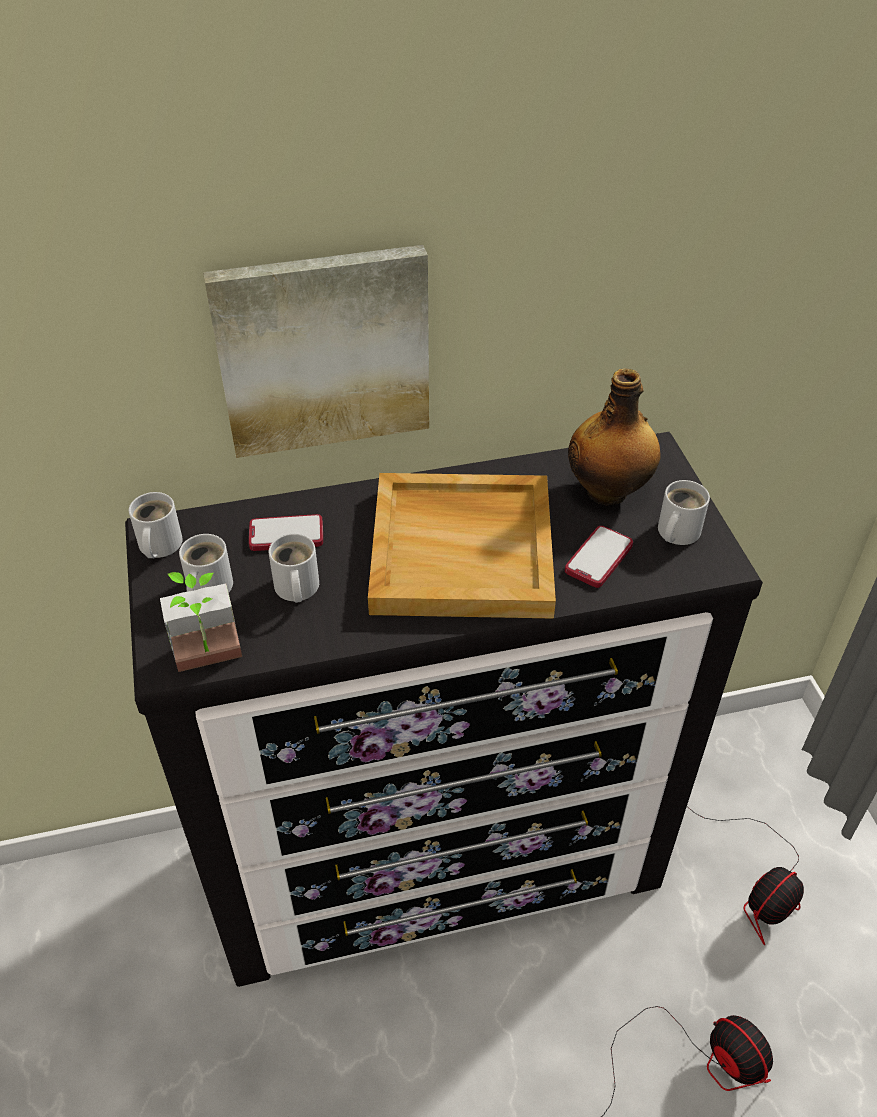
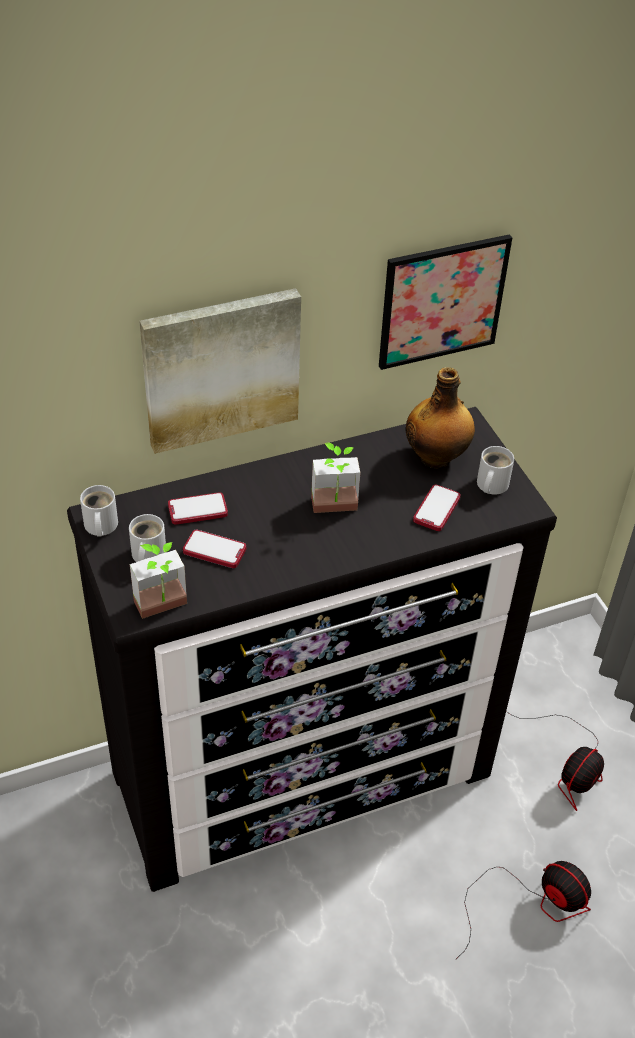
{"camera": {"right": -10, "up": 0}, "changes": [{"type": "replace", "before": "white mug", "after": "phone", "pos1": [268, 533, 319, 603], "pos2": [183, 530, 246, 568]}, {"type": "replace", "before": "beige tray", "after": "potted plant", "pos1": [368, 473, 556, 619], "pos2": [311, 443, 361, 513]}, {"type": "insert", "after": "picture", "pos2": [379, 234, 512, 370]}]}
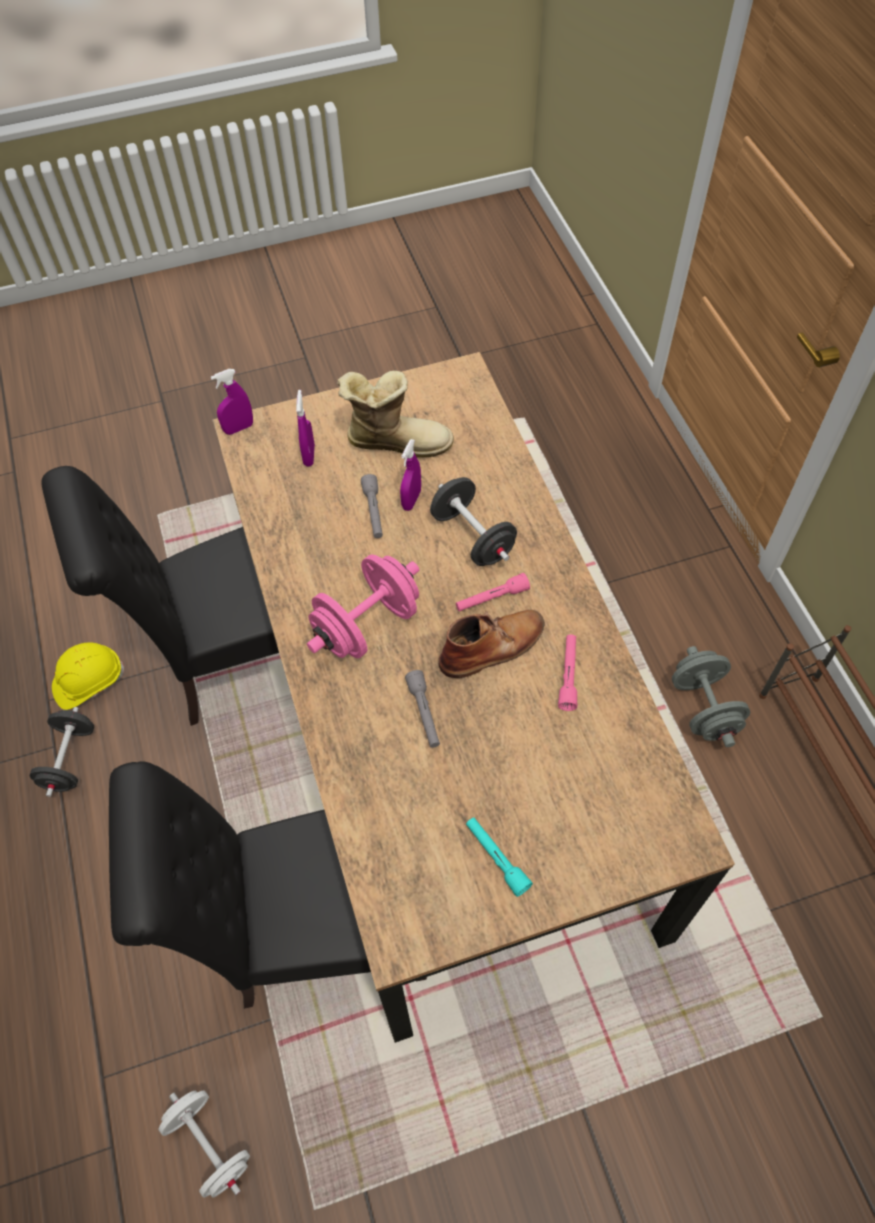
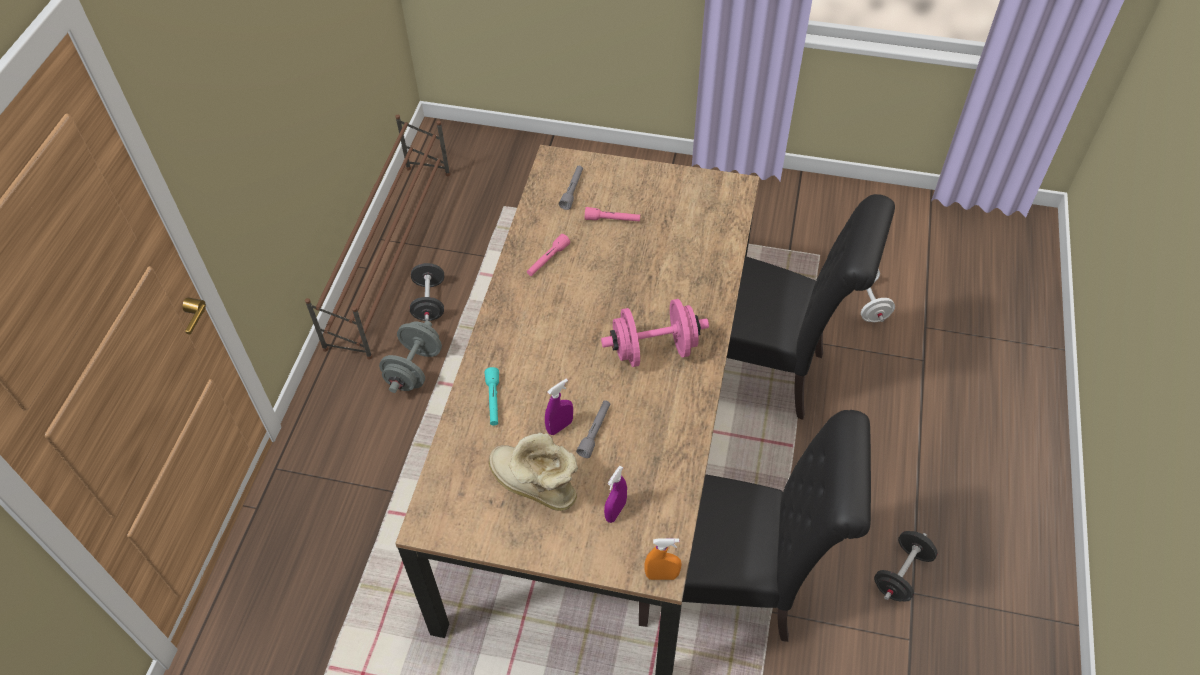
{"camera": {"right": -150, "up": -5}, "changes": [{"type": "move", "before": "black dumbbell", "pos1": [430, 477, 517, 566], "pos2": [410, 263, 444, 321]}, {"type": "move", "before": "turquoise flashlight", "pos1": [466, 818, 533, 897], "pos2": [485, 367, 499, 425]}, {"type": "move", "before": "grey flashlight", "pos1": [405, 670, 440, 748], "pos2": [559, 166, 583, 210]}, {"type": "move", "before": "pink flashlight", "pos1": [456, 573, 530, 611], "pos2": [585, 207, 640, 222]}, {"type": "recolor", "before": "purple spray bottle", "after": "orange spray bottle", "pos1": [211, 369, 253, 435], "pos2": [644, 538, 682, 580]}, {"type": "delete", "before": "yellow hard hat", "pos1": [52, 642, 124, 710]}, {"type": "delete", "before": "brown boot", "pos1": [439, 610, 545, 678]}]}
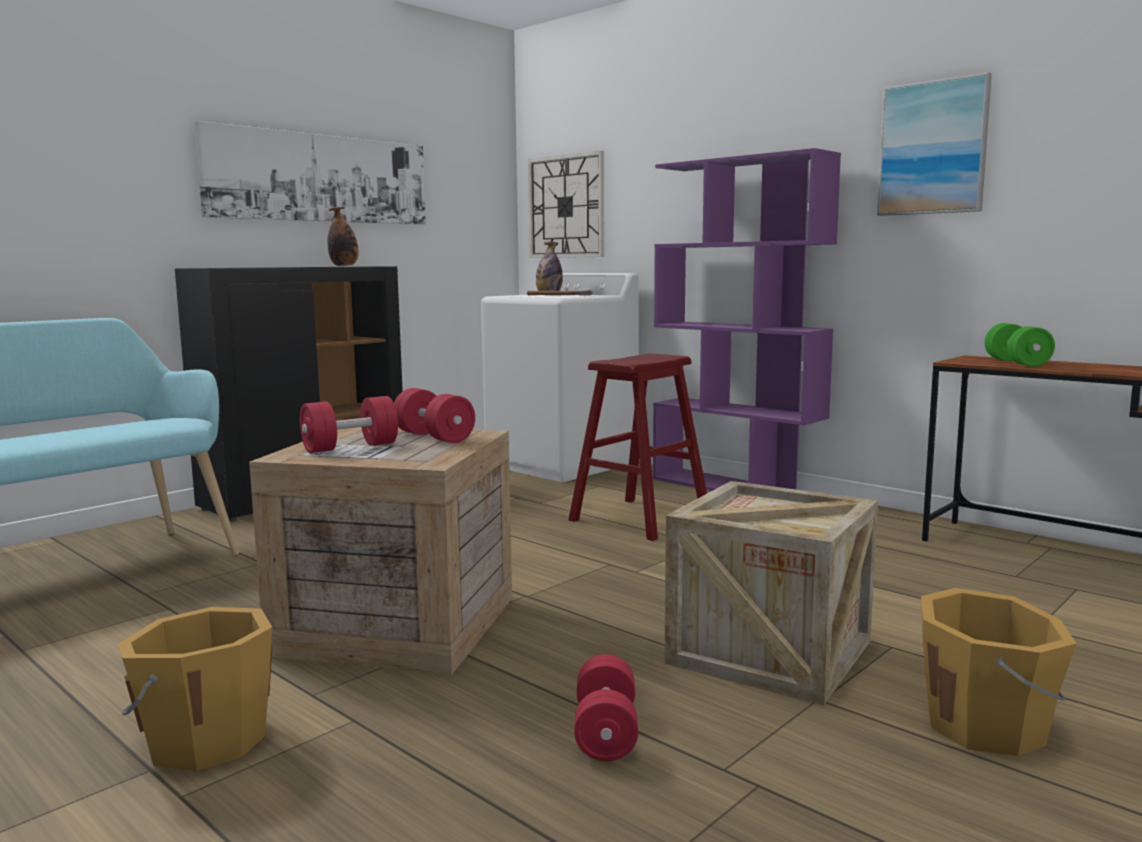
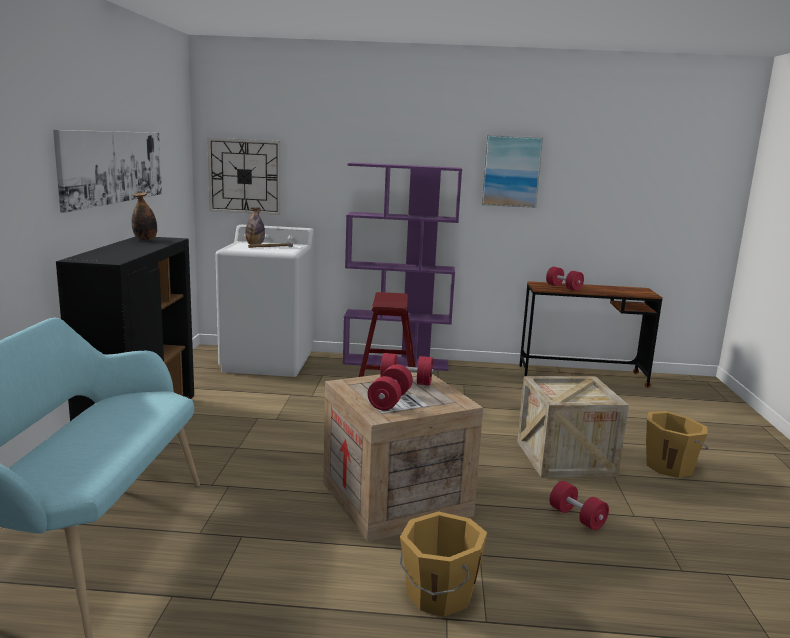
{"camera": {"right": -40, "up": 5}, "changes": [{"type": "recolor", "before": "green dumbbell", "after": "red dumbbell", "pos1": [985, 323, 1055, 367], "pos2": [546, 267, 584, 291]}]}
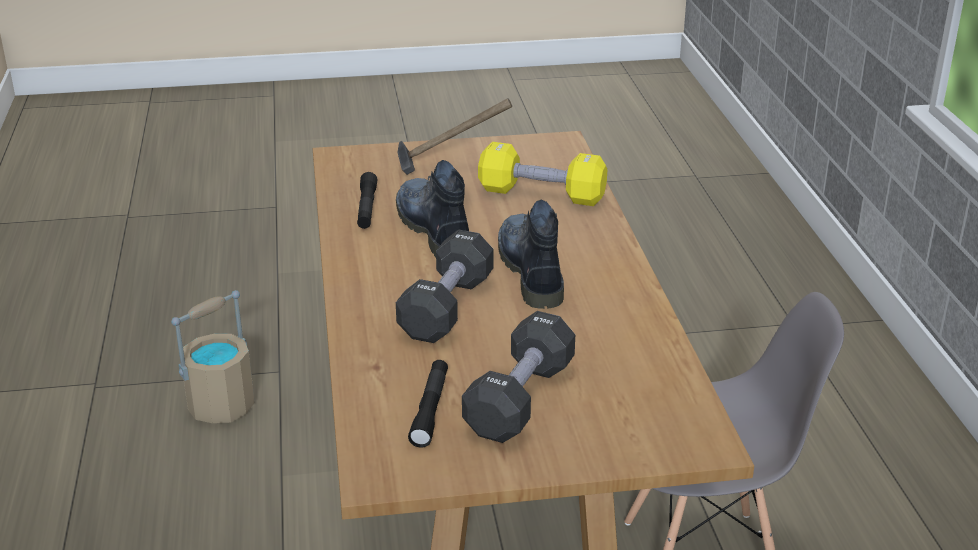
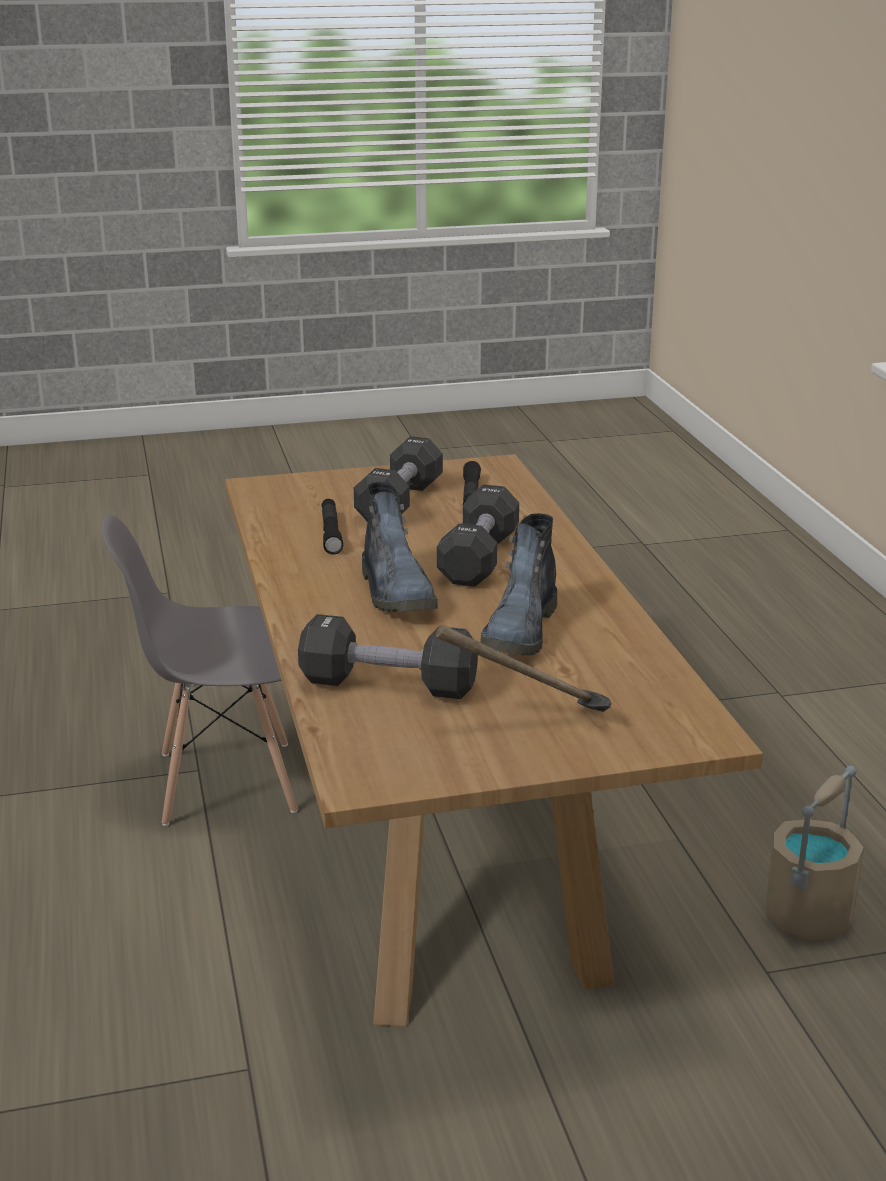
{"camera": {"right": 175, "up": -5}, "changes": [{"type": "recolor", "before": "yellow dumbbell", "after": "black dumbbell", "pos1": [478, 142, 607, 206], "pos2": [298, 614, 478, 699]}, {"type": "move", "before": "black flashlight", "pos1": [357, 172, 378, 229], "pos2": [322, 499, 343, 555]}, {"type": "rotate", "before": "boot", "pos1": [396, 160, 469, 257], "pos2": [480, 513, 557, 656], "turn": 45}]}
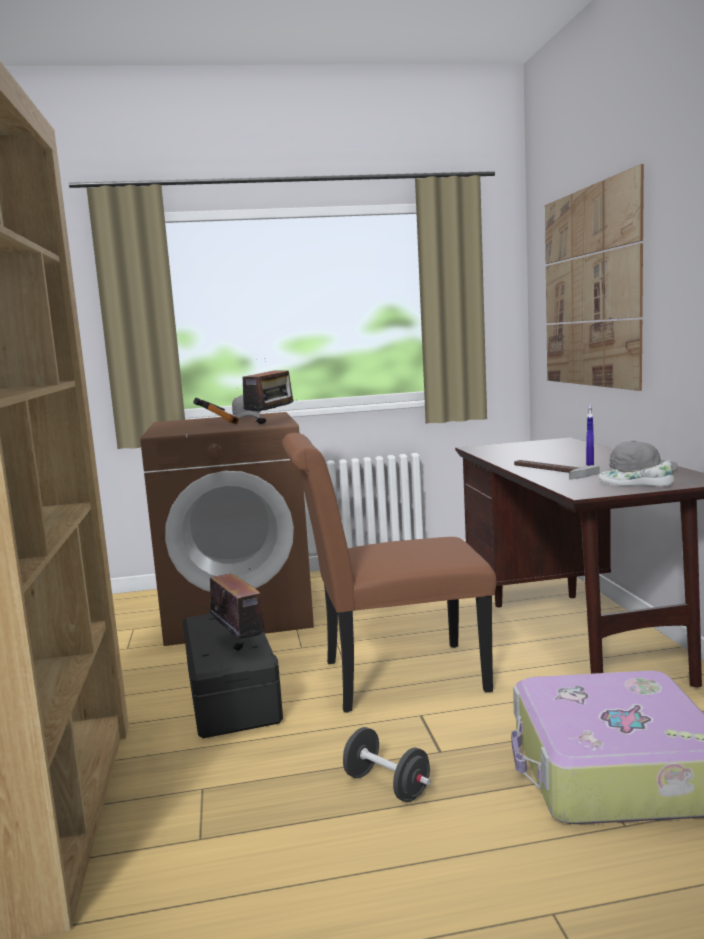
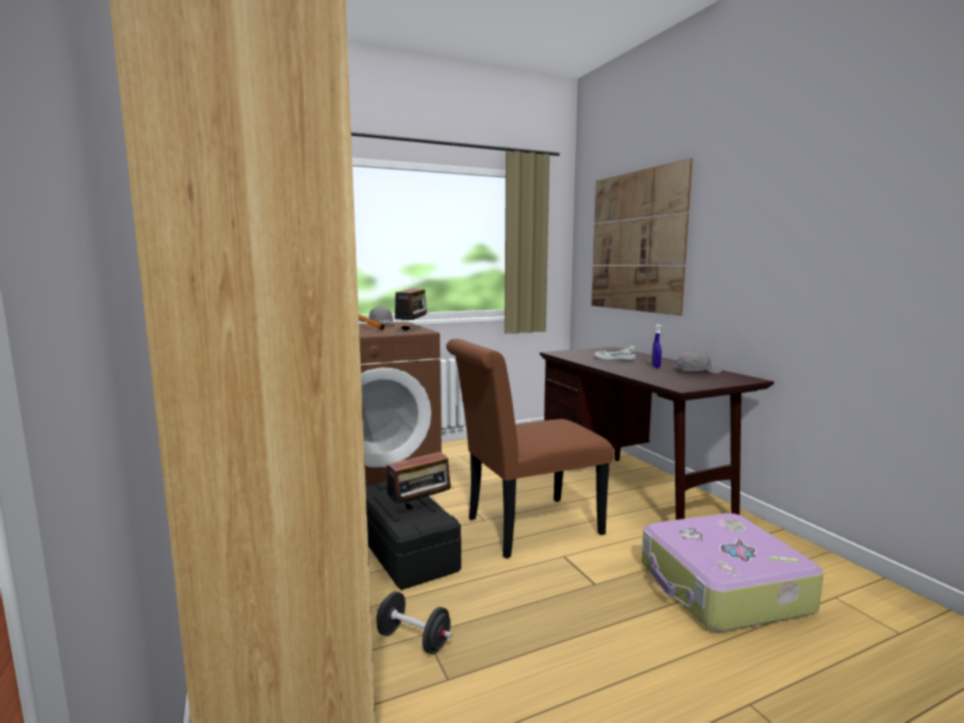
{"camera": {"right": -15, "up": 0}, "changes": [{"type": "move", "before": "black dumbbell", "pos1": [343, 727, 430, 802], "pos2": [376, 591, 453, 654]}, {"type": "rotate", "before": "radio", "pos1": [206, 568, 268, 651], "pos2": [387, 451, 454, 509], "turn": 105}, {"type": "move", "before": "white shoe", "pos1": [598, 460, 674, 487], "pos2": [594, 345, 636, 360]}, {"type": "delete", "before": "hammer", "pos1": [514, 460, 600, 479]}]}
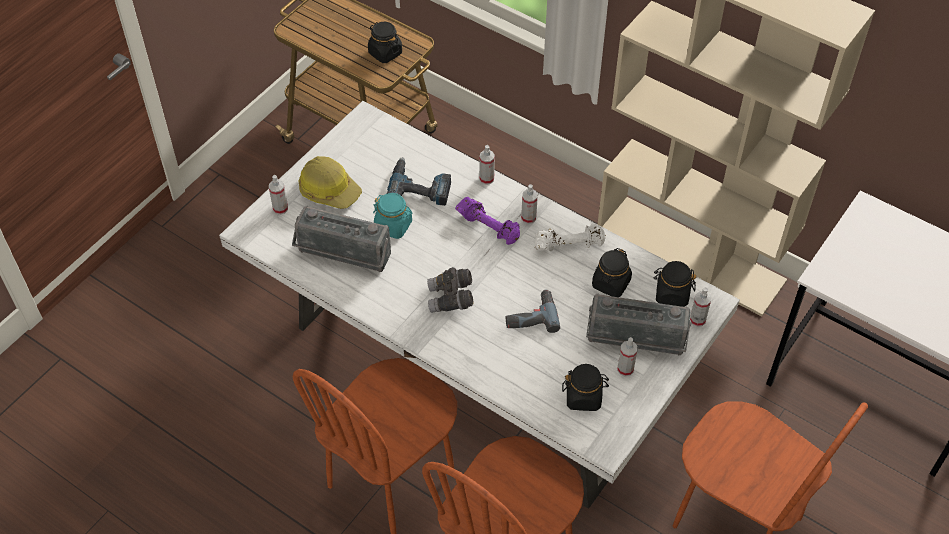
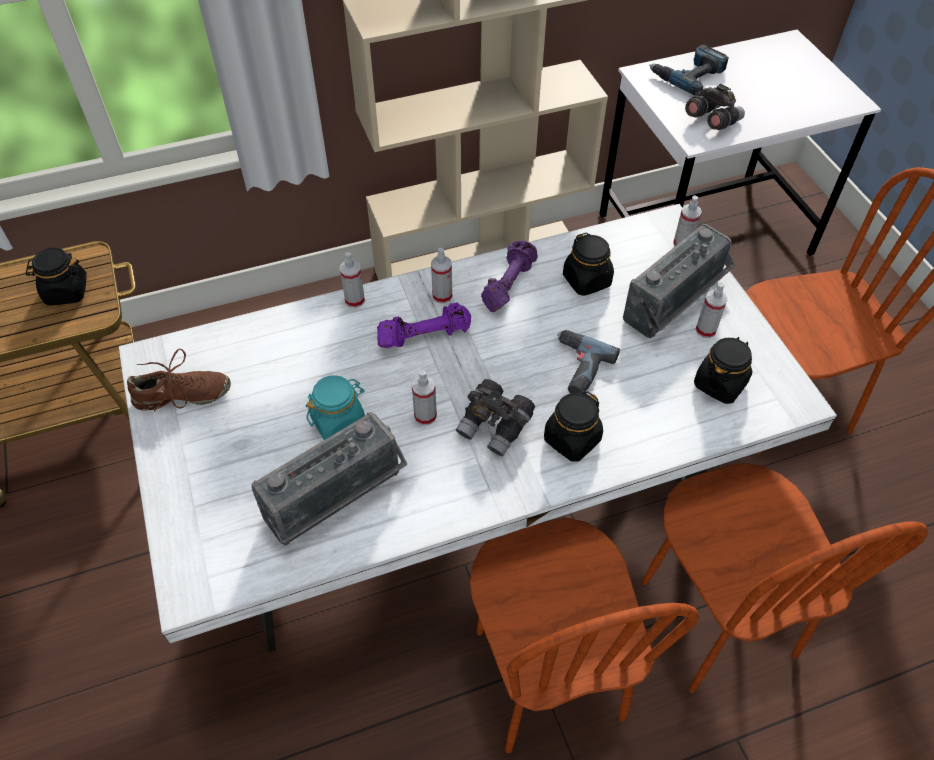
{"camera": {"right": -55, "up": 0}, "changes": [{"type": "insert", "after": "brown shoe", "pos2": [127, 349, 231, 412]}, {"type": "move", "before": "spray bottle", "pos1": [269, 175, 288, 215], "pos2": [412, 370, 437, 425]}, {"type": "recolor", "before": "white dumbbell", "after": "purple dumbbell", "pos1": [535, 224, 606, 251], "pos2": [481, 241, 538, 312]}, {"type": "move", "before": "black jar", "pos1": [654, 261, 696, 307], "pos2": [544, 391, 603, 461]}, {"type": "move", "before": "power drill", "pos1": [386, 157, 451, 206], "pos2": [649, 45, 729, 95]}, {"type": "insert", "after": "grey binoculars", "pos2": [685, 83, 745, 130]}, {"type": "delete", "before": "hard hat", "pos1": [299, 156, 362, 209]}]}
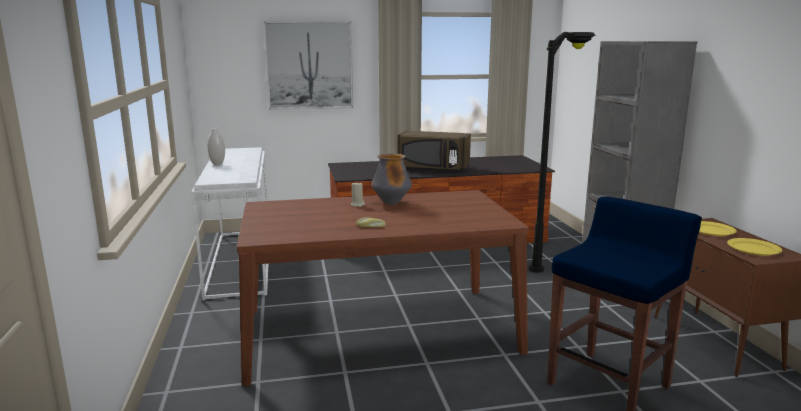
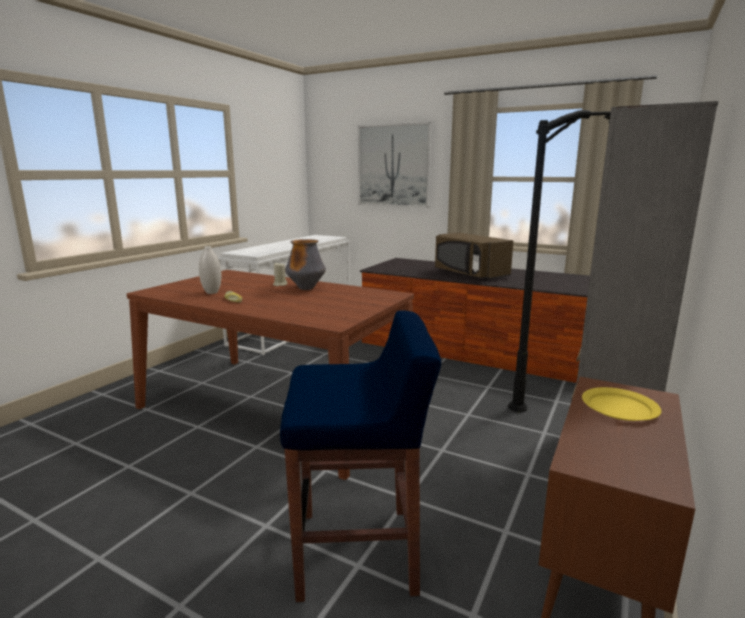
{"camera": {"right": 40, "up": 0}, "changes": [{"type": "move", "before": "white vase", "pos1": [207, 128, 225, 165], "pos2": [199, 246, 221, 294]}, {"type": "delete", "before": "yellow plate", "pos1": [727, 238, 782, 256]}]}
